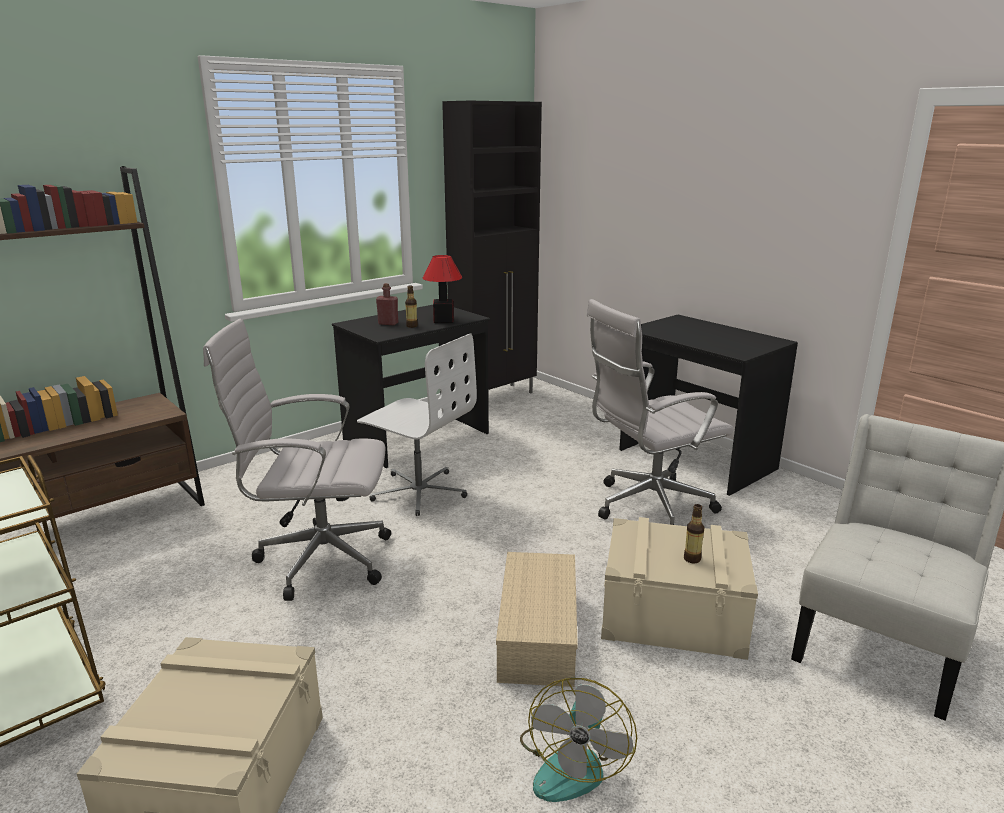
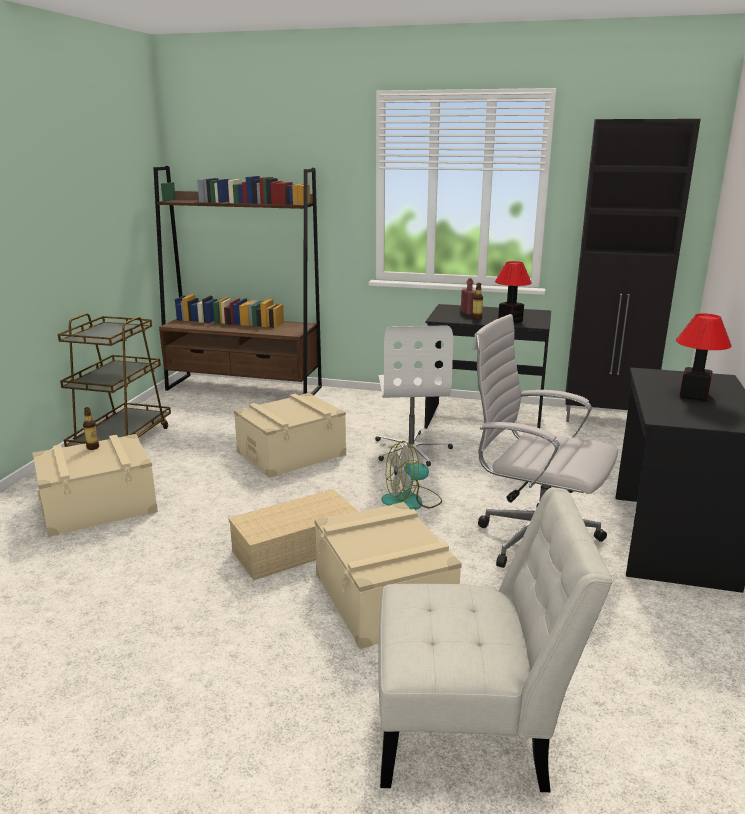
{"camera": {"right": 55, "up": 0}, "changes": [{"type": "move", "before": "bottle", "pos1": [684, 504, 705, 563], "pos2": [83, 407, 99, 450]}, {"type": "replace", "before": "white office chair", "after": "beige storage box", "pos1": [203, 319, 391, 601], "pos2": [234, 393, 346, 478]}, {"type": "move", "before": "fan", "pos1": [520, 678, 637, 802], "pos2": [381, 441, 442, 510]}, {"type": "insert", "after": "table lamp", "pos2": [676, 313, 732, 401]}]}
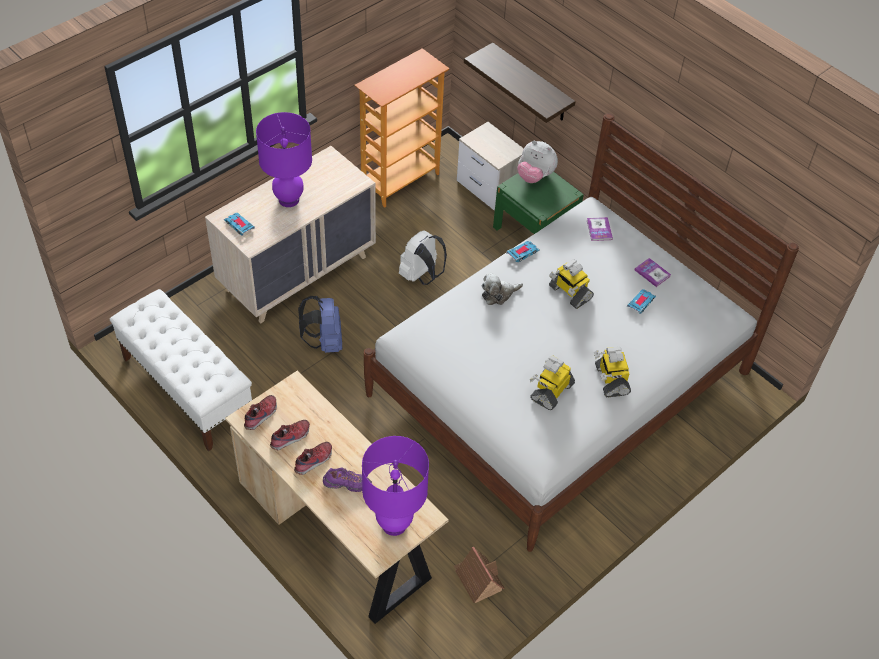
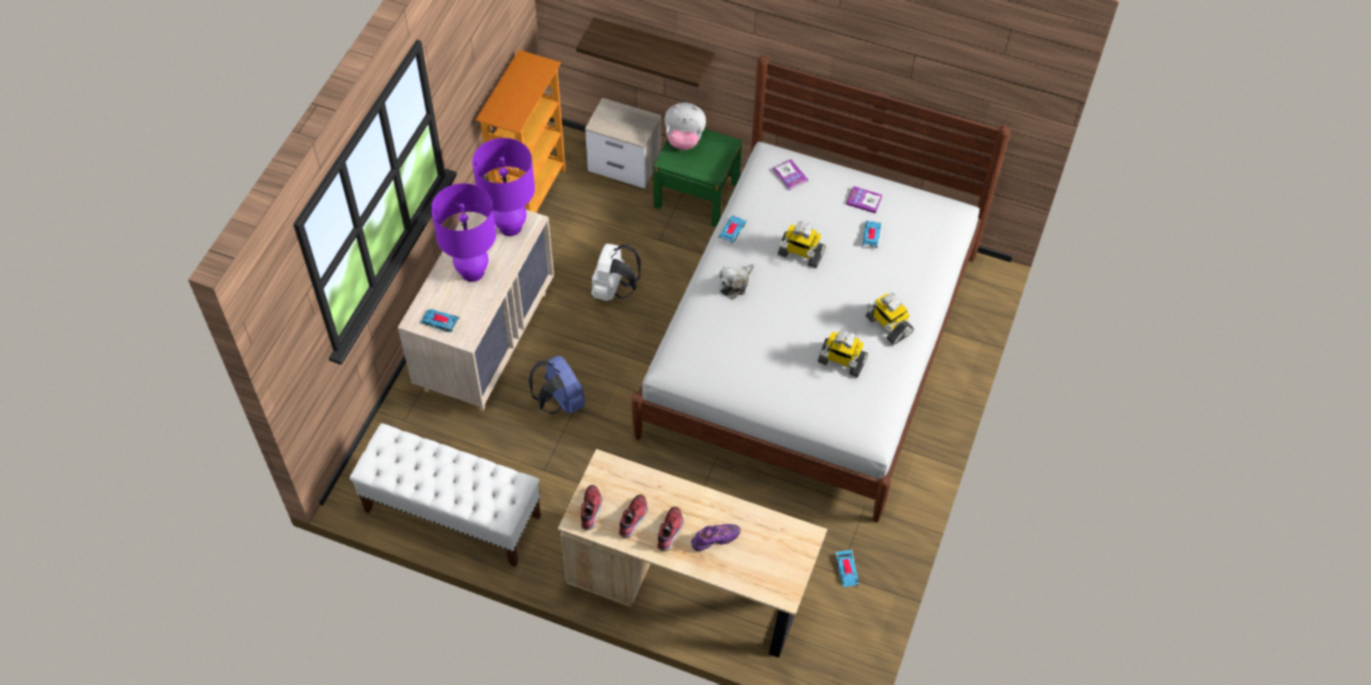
{"camera": {"right": -25, "up": 5}, "changes": [{"type": "move", "before": "purple table lamp", "pos1": [362, 436, 429, 536], "pos2": [472, 138, 535, 236]}, {"type": "rotate", "before": "toy robot", "pos1": [530, 355, 575, 410], "pos2": [818, 329, 868, 377], "turn": -75}, {"type": "replace", "before": "toy house", "after": "toy car", "pos1": [454, 547, 505, 603], "pos2": [836, 550, 859, 588]}]}
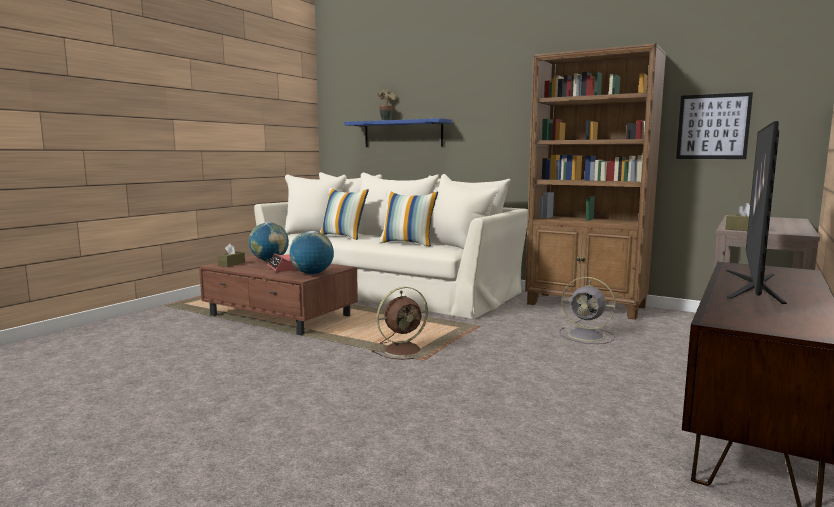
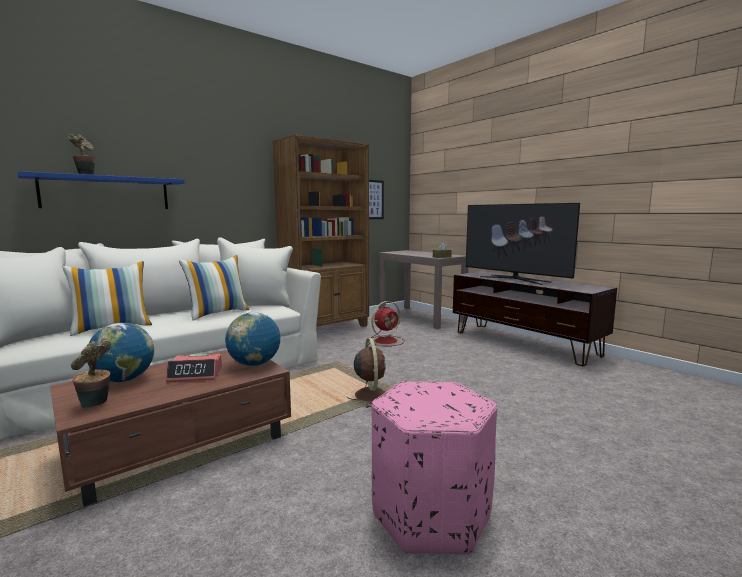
{"camera": {"right": -70, "up": 0}, "changes": [{"type": "replace", "before": "brown tissue box", "after": "potted plant", "pos1": [217, 244, 245, 267], "pos2": [71, 338, 111, 408]}, {"type": "recolor", "before": "grey fan", "after": "red fan", "pos1": [560, 277, 616, 344], "pos2": [370, 301, 405, 346]}, {"type": "insert", "after": "pink ottoman", "pos2": [371, 381, 497, 555]}]}
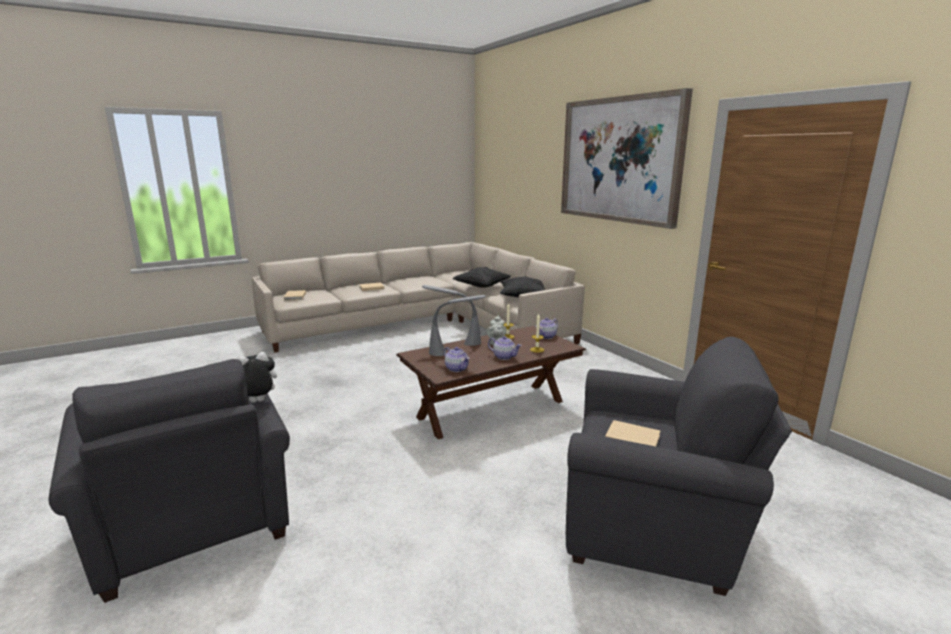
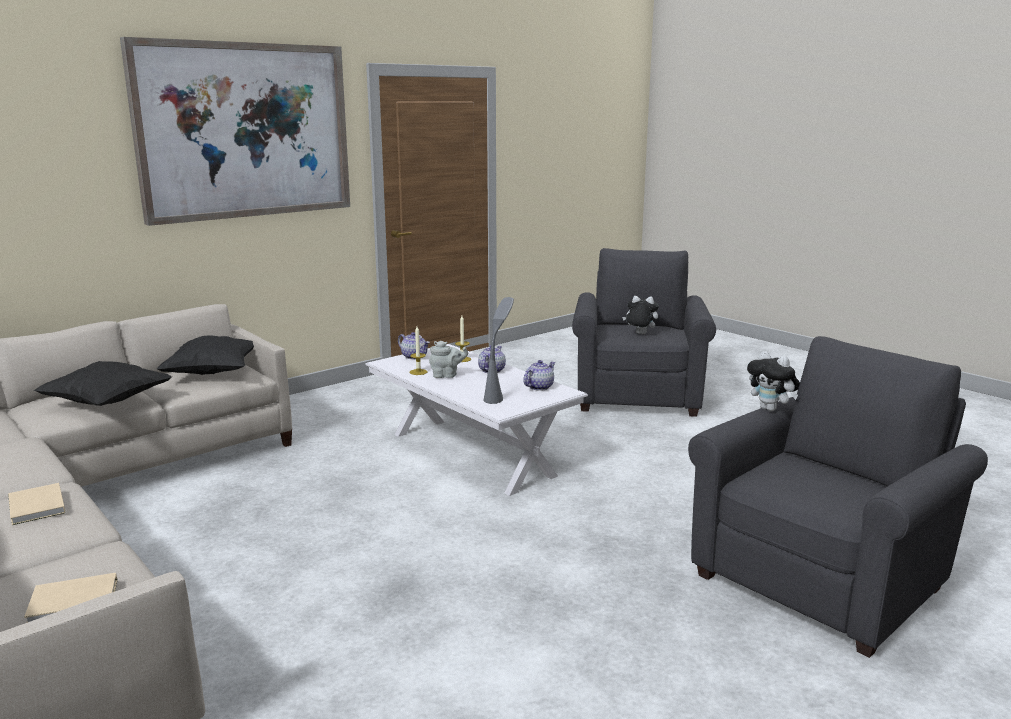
{"camera": {"right": -100, "up": 0}, "changes": [{"type": "recolor", "before": "brown coffee table", "after": "white coffee table", "pos1": [396, 326, 586, 439], "pos2": [365, 344, 588, 496]}, {"type": "replace", "before": "beige book", "after": "plush toy", "pos1": [605, 420, 660, 446], "pos2": [622, 296, 659, 334]}, {"type": "delete", "before": "grey table lamp", "pos1": [422, 285, 481, 346]}]}
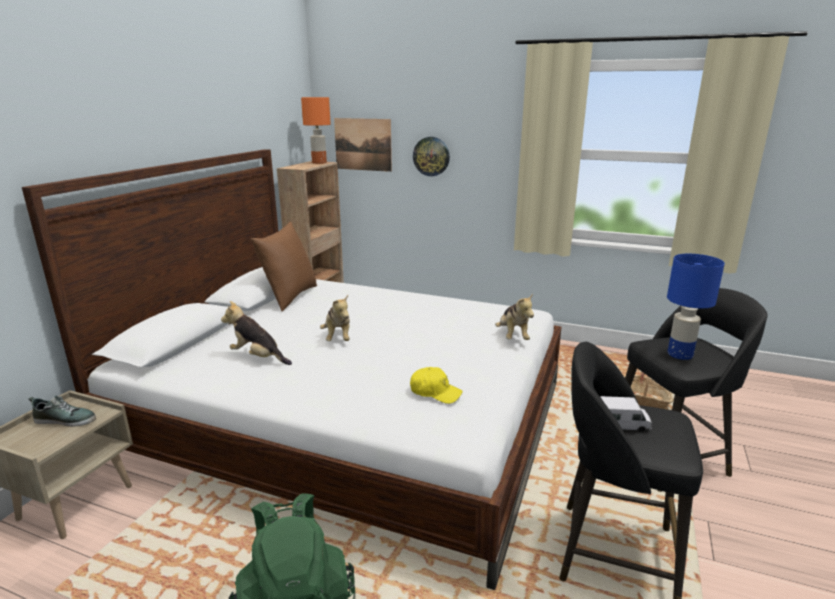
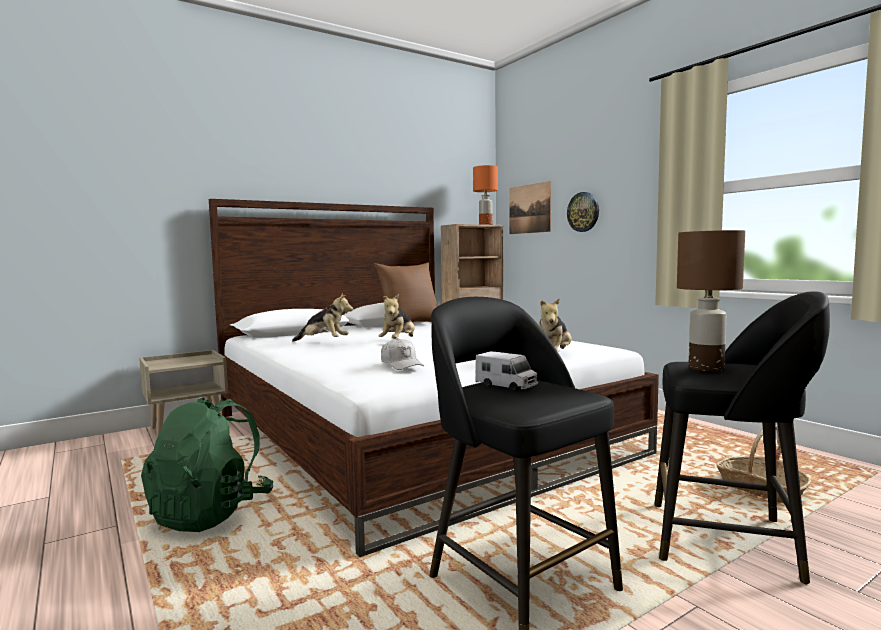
{"camera": {"right": 35, "up": -15}, "changes": [{"type": "rotate", "before": "plush toy", "pos1": [221, 301, 292, 365], "pos2": [292, 293, 353, 342], "turn": 135}, {"type": "recolor", "before": "yellow cap", "after": "white cap", "pos1": [410, 367, 462, 404], "pos2": [381, 338, 424, 370]}, {"type": "recolor", "before": "blue table lamp", "after": "brown table lamp", "pos1": [667, 254, 725, 360], "pos2": [677, 230, 745, 372]}, {"type": "delete", "before": "shoe", "pos1": [29, 396, 96, 427]}]}
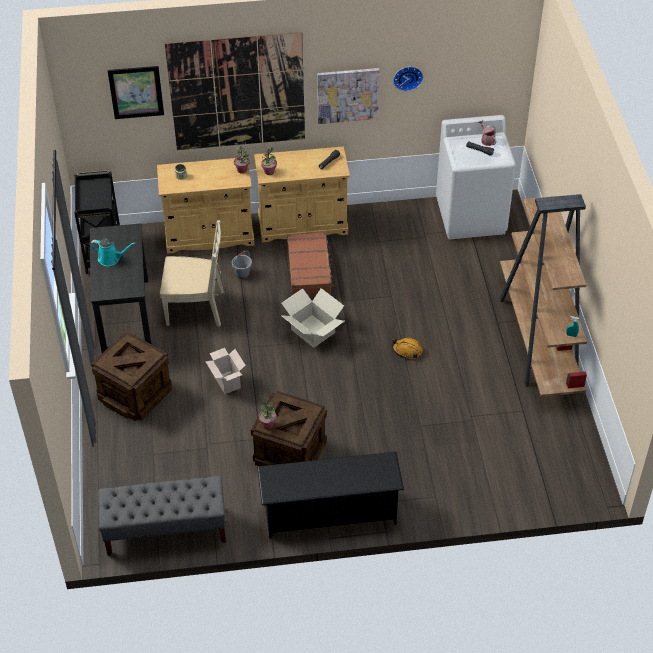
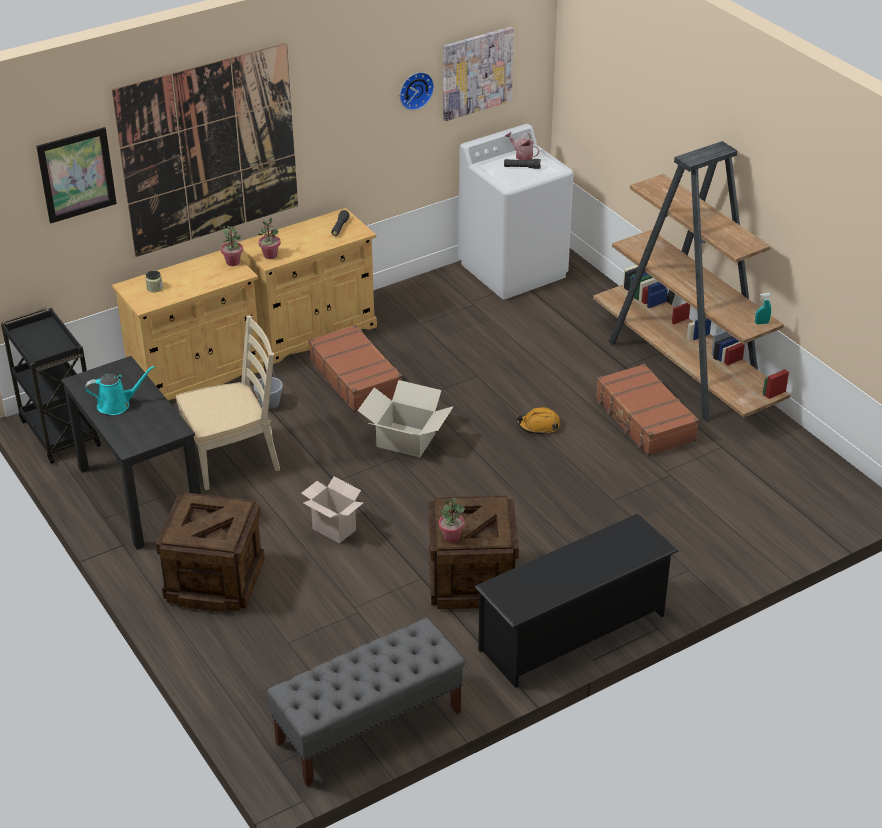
{"camera": {"right": -25, "up": -10}, "changes": [{"type": "move", "before": "picture", "pos1": [317, 68, 380, 124], "pos2": [443, 27, 514, 121]}, {"type": "insert", "after": "brown suitcase", "pos2": [596, 364, 699, 456]}]}
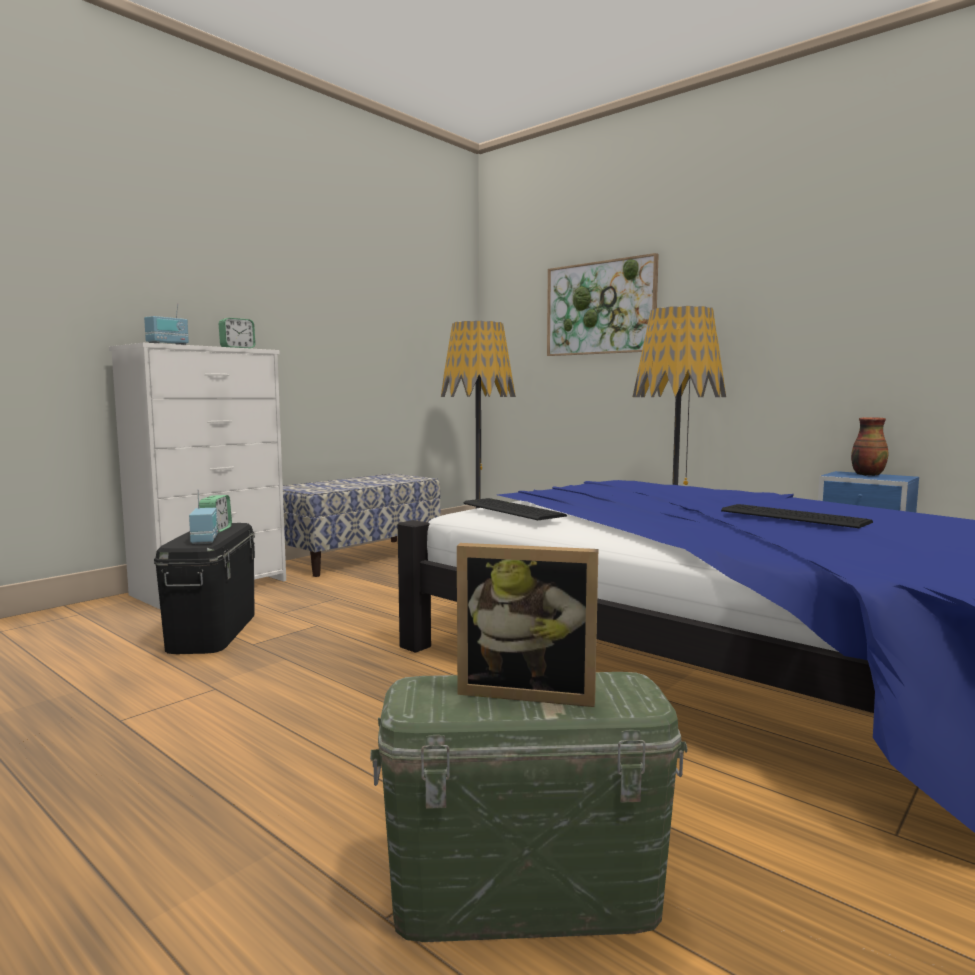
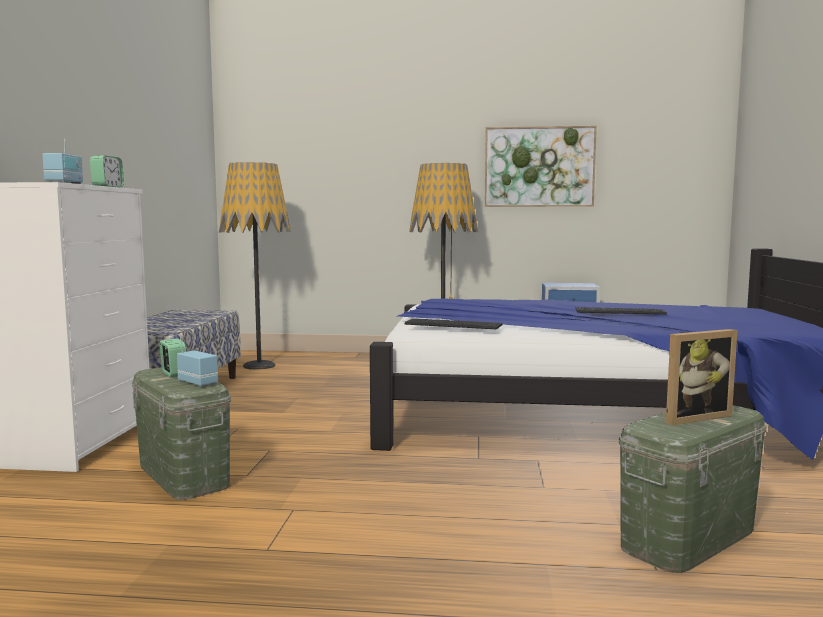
{"camera": {"right": -35, "up": 0}, "changes": [{"type": "recolor", "before": "black storage box", "after": "green storage box", "pos1": [154, 523, 255, 654], "pos2": [132, 368, 231, 500]}, {"type": "move", "before": "picture", "pos1": [547, 253, 659, 356], "pos2": [485, 126, 597, 207]}, {"type": "delete", "before": "vase", "pos1": [851, 417, 888, 476]}]}
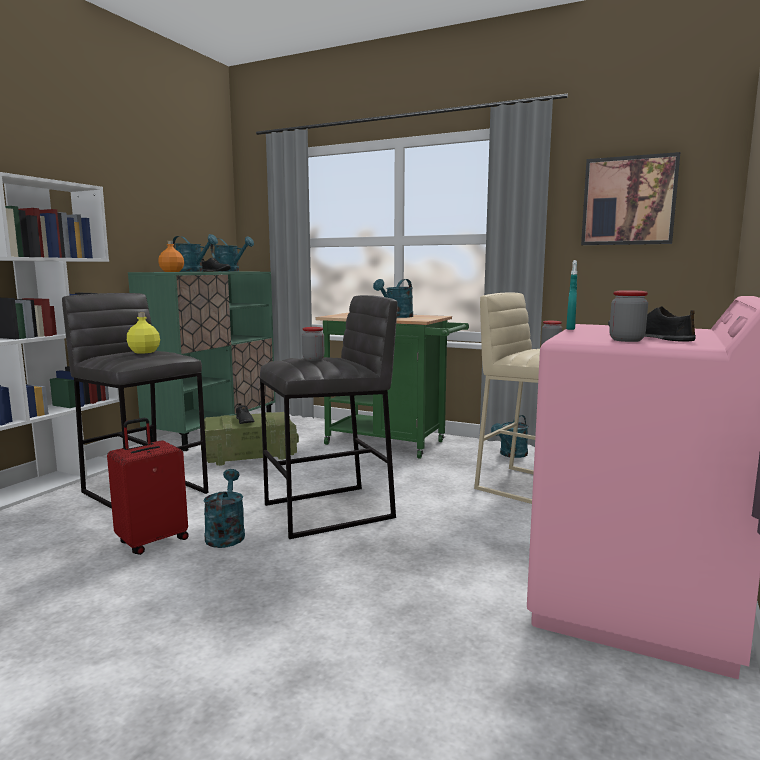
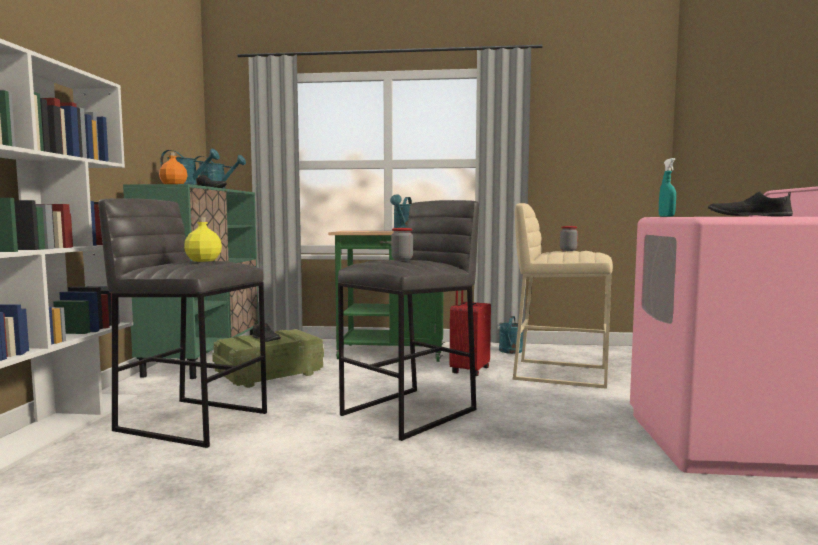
{"camera": {"right": -20, "up": -5}, "changes": [{"type": "move", "before": "red suitcase", "pos1": [107, 418, 189, 555], "pos2": [450, 290, 491, 376]}, {"type": "delete", "before": "turquoise watering can", "pos1": [203, 469, 245, 548]}, {"type": "delete", "before": "picture", "pos1": [581, 152, 680, 245]}, {"type": "delete", "before": "jar", "pos1": [609, 290, 648, 342]}]}
